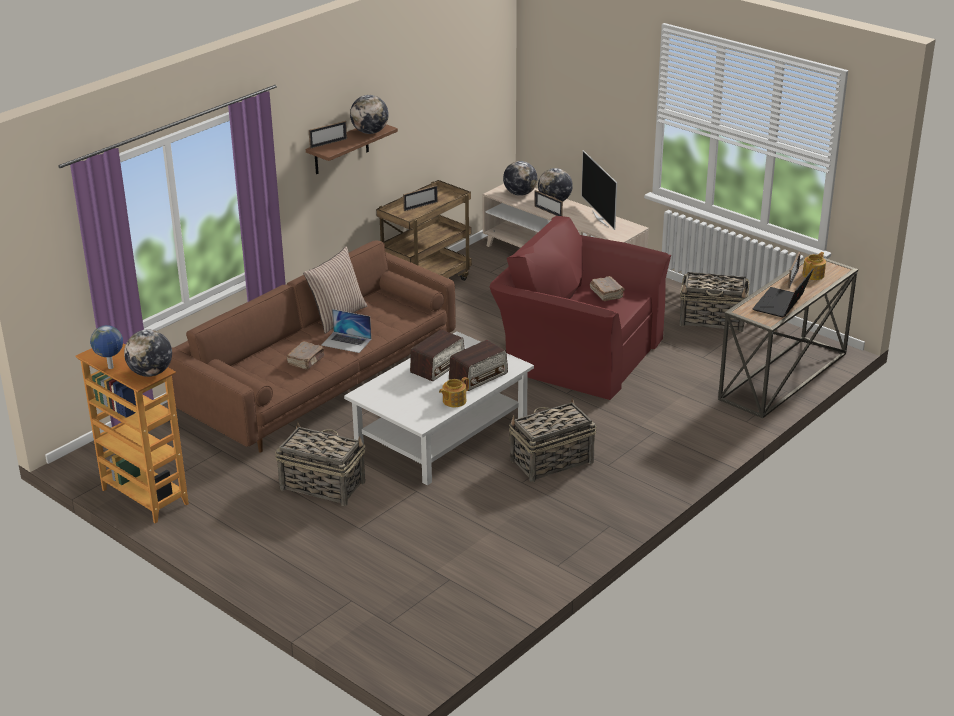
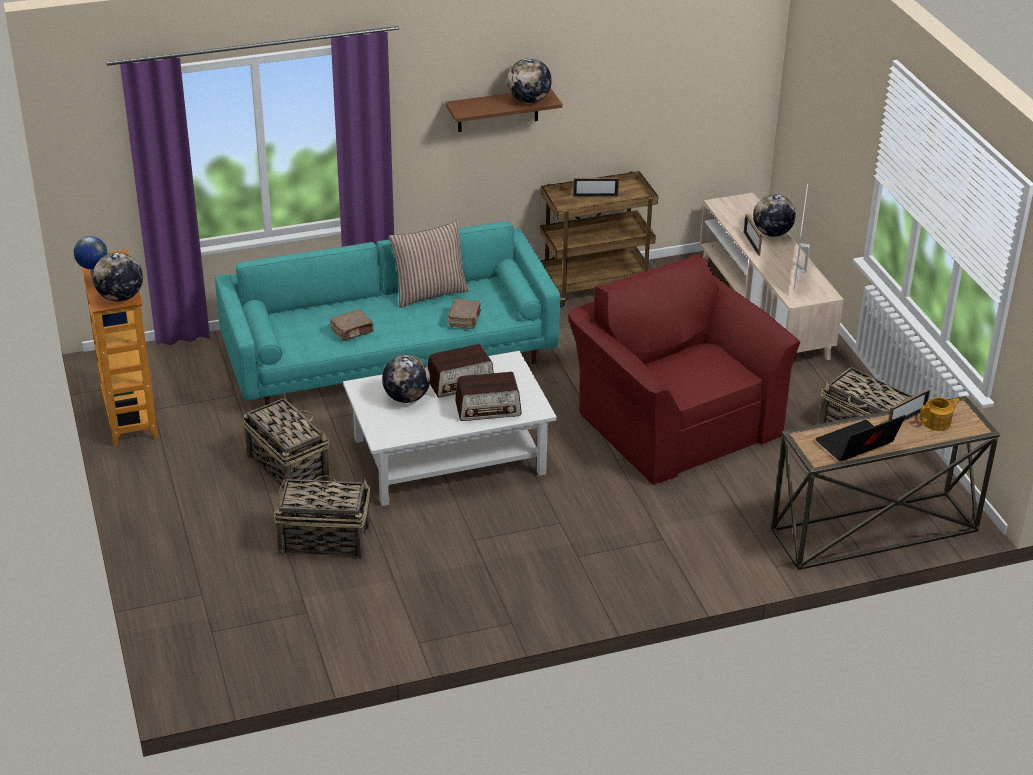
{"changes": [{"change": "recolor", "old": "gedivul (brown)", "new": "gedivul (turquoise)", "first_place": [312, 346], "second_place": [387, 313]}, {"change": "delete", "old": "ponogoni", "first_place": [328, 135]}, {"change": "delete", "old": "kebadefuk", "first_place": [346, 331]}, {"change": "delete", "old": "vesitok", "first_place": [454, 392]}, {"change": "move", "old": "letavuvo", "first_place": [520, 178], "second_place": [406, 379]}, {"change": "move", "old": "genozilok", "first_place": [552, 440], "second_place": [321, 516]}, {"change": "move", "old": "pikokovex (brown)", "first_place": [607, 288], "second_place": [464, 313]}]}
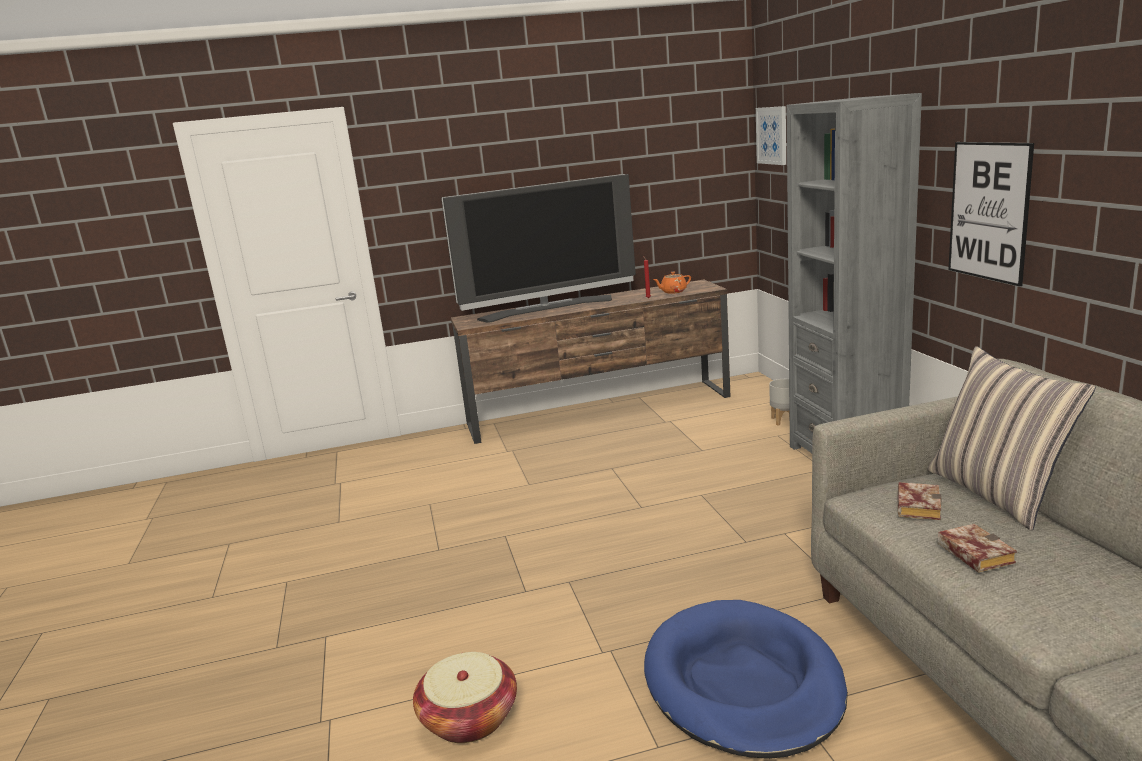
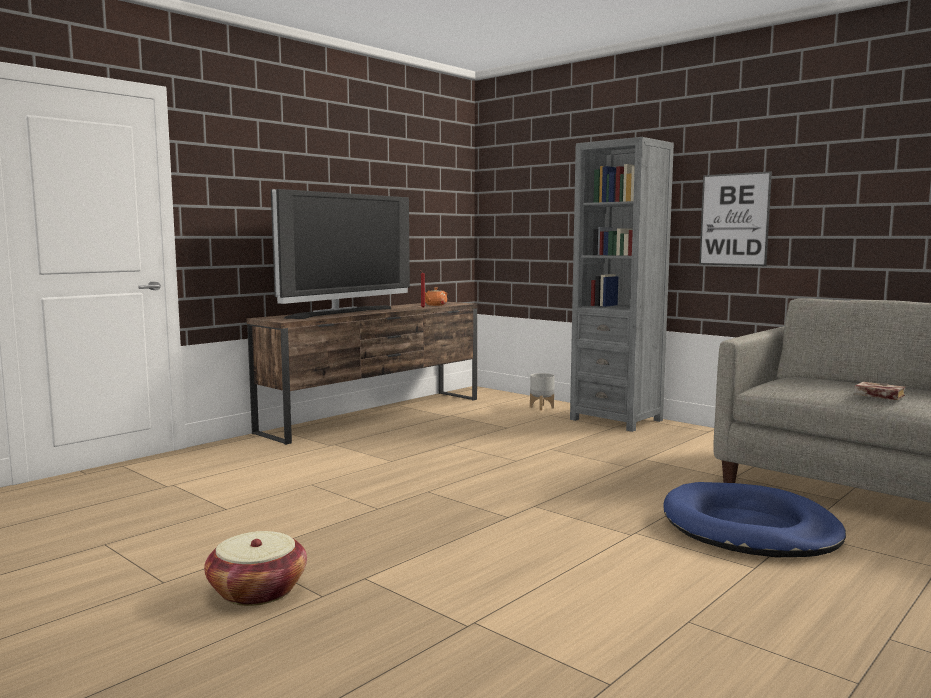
{"changes": [{"change": "move", "old": "genozilok", "first_place": [465, 697], "second_place": [255, 568]}, {"change": "delete", "old": "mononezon", "first_place": [771, 135]}, {"change": "delete", "old": "pikokovex", "first_place": [920, 501]}, {"change": "delete", "old": "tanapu", "first_place": [1012, 438]}]}
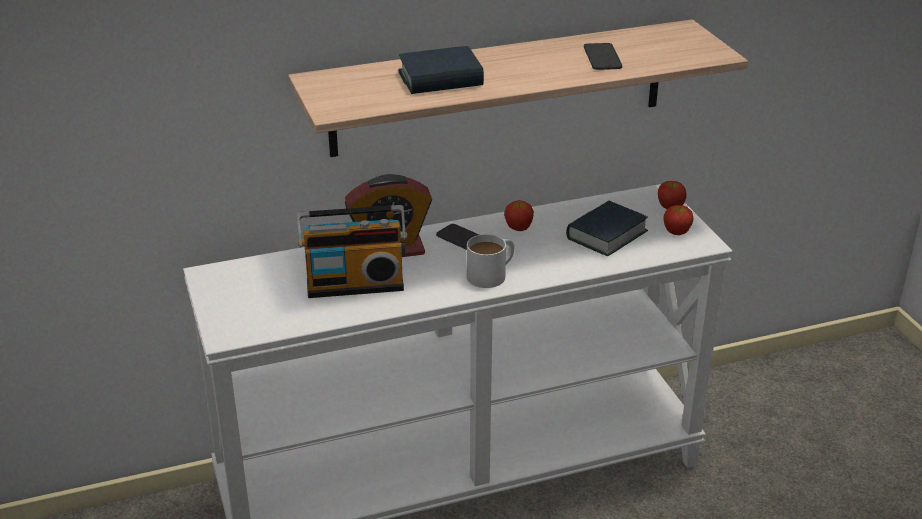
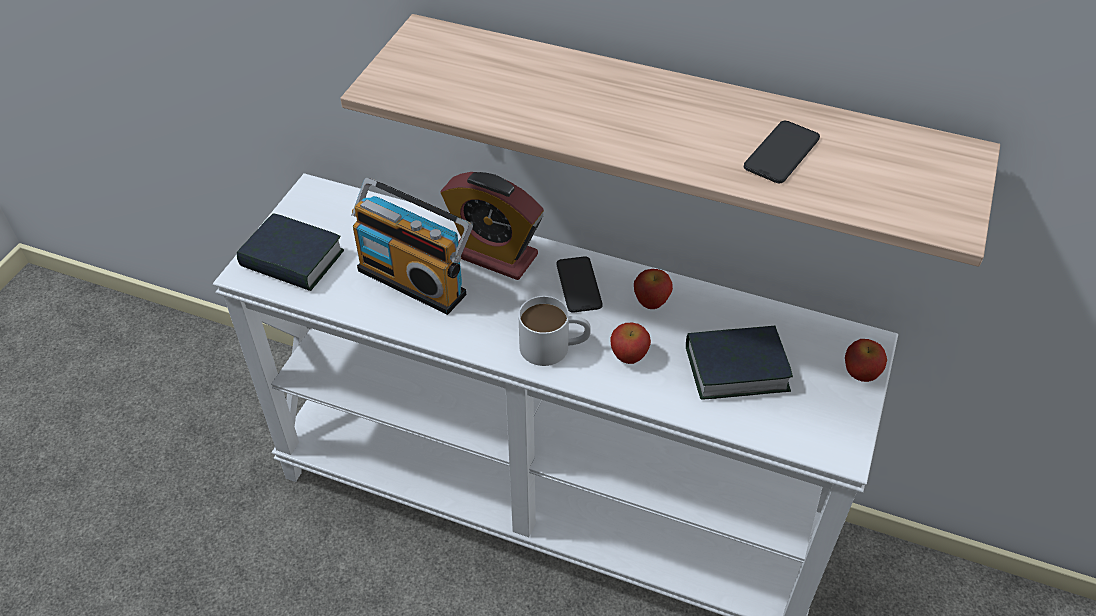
{"changes": [{"change": "move", "old": "pikokovex", "first_place": [441, 70], "second_place": [290, 252]}, {"change": "move", "old": "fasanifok", "first_place": [678, 220], "second_place": [630, 343]}]}
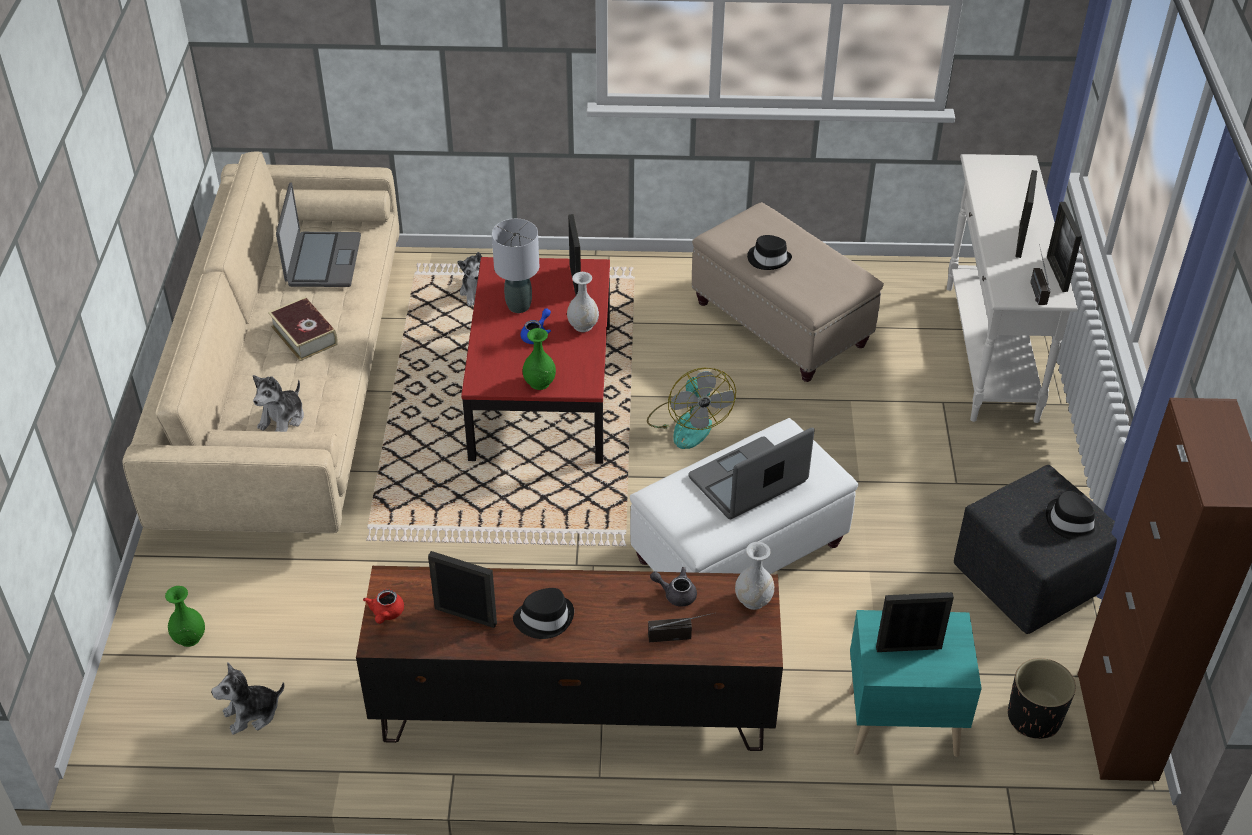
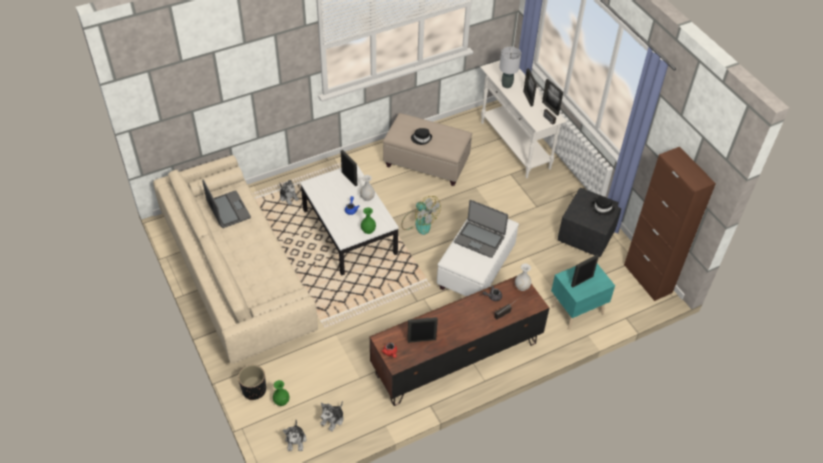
{"changes": [{"change": "move", "old": "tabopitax", "first_place": [278, 403], "second_place": [294, 435]}, {"change": "delete", "old": "pikokovex", "first_place": [302, 329]}, {"change": "recolor", "old": "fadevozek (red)", "new": "fadevozek (white)", "first_place": [535, 360], "second_place": [349, 219]}, {"change": "move", "old": "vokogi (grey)", "first_place": [515, 266], "second_place": [510, 67]}, {"change": "delete", "old": "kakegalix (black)", "first_place": [543, 613]}, {"change": "rotate", "old": "kebadefuk", "first_place": [751, 473], "second_place": [481, 229], "degrees": -90}, {"change": "move", "old": "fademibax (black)", "first_place": [1042, 698], "second_place": [252, 382]}]}
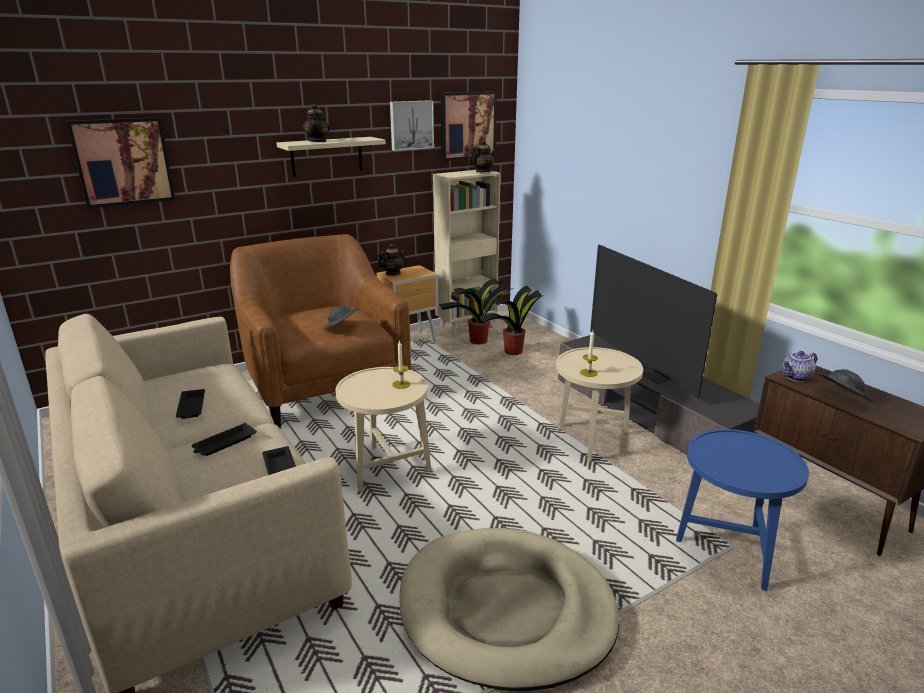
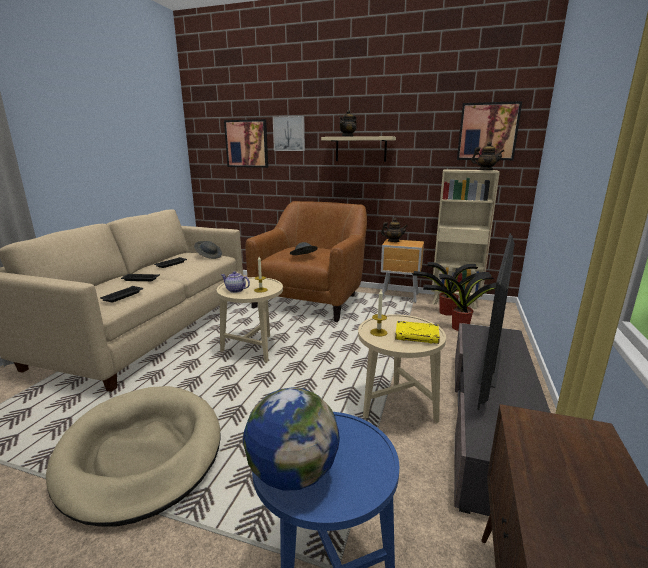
{"changes": [{"change": "move", "old": "mononezon", "first_place": [412, 125], "second_place": [289, 133]}, {"change": "move", "old": "vesitok", "first_place": [799, 366], "second_place": [235, 282]}, {"change": "move", "old": "kakegalix (grey)", "first_place": [844, 385], "second_place": [208, 250]}, {"change": "insert", "new": "letavuvo", "second_place": [291, 439]}, {"change": "insert", "new": "pikokovex (yellow)", "second_place": [417, 332]}]}
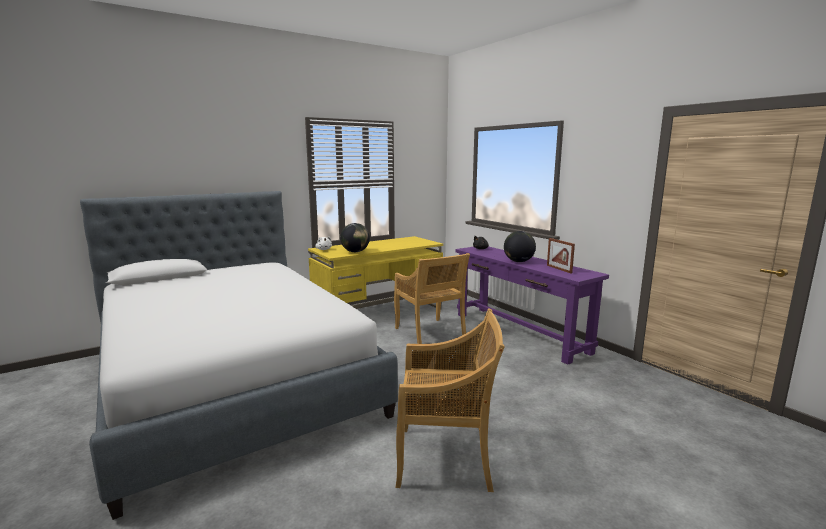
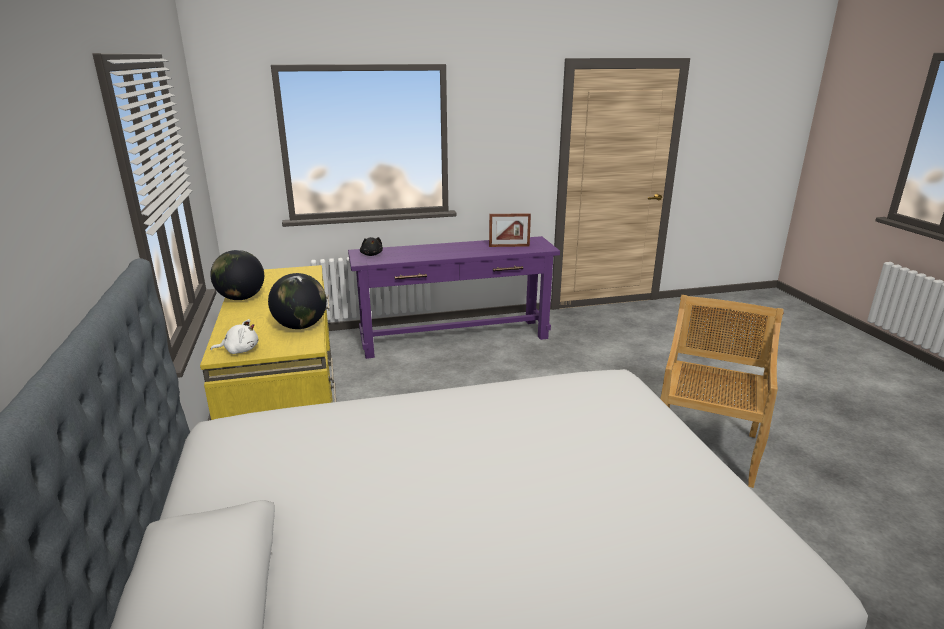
{"changes": [{"change": "delete", "old": "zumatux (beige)", "first_place": [432, 298]}, {"change": "move", "old": "letavuvo", "first_place": [520, 246], "second_place": [237, 275]}]}
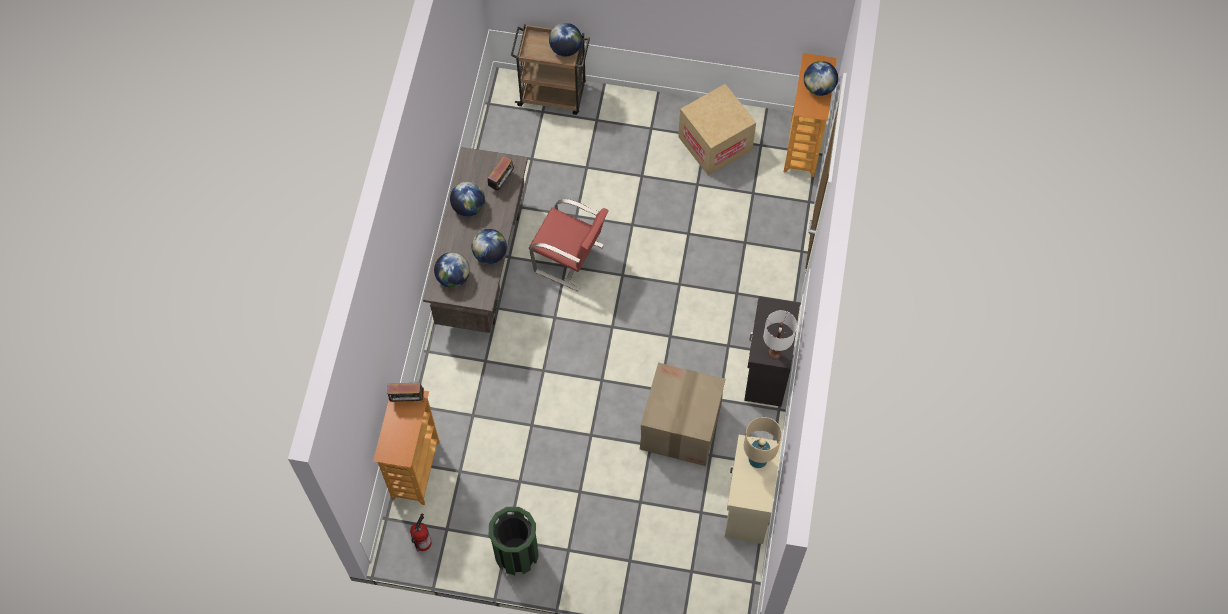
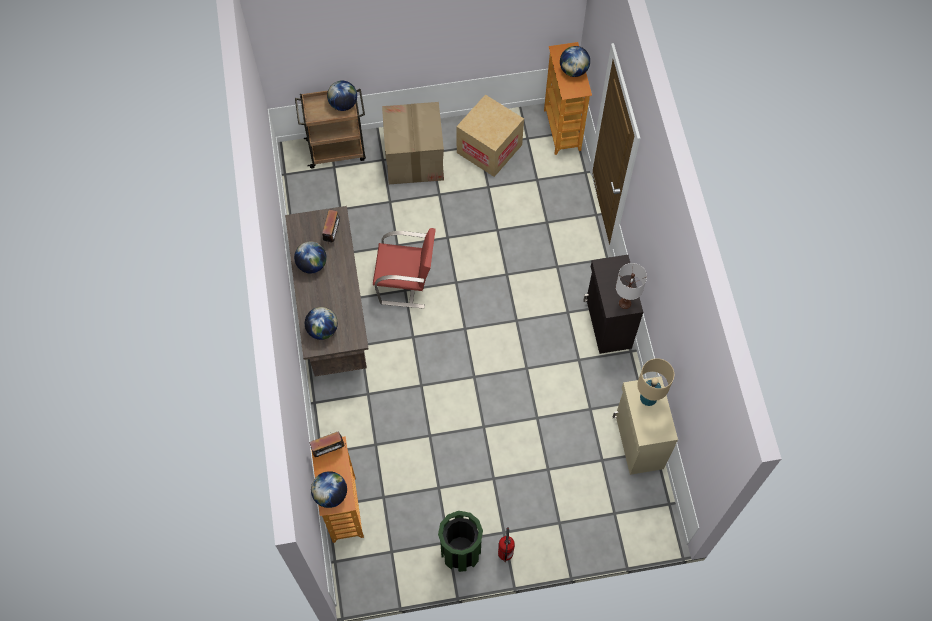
{"changes": [{"change": "move", "old": "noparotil", "first_place": [420, 532], "second_place": [506, 545]}, {"change": "move", "old": "letavuvo", "first_place": [489, 246], "second_place": [329, 489]}, {"change": "move", "old": "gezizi", "first_place": [683, 414], "second_place": [413, 143]}]}
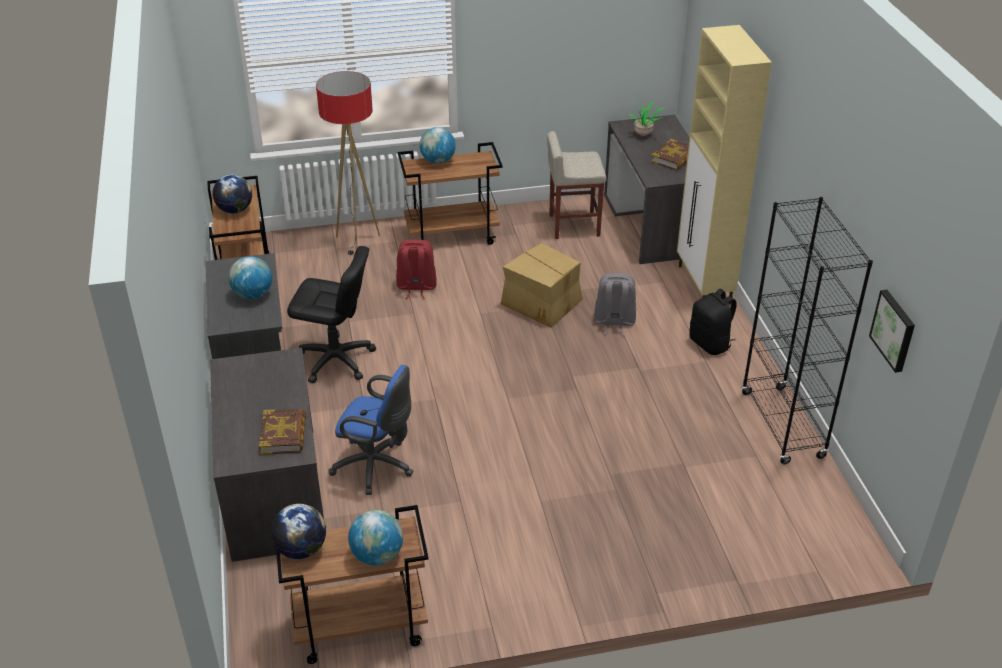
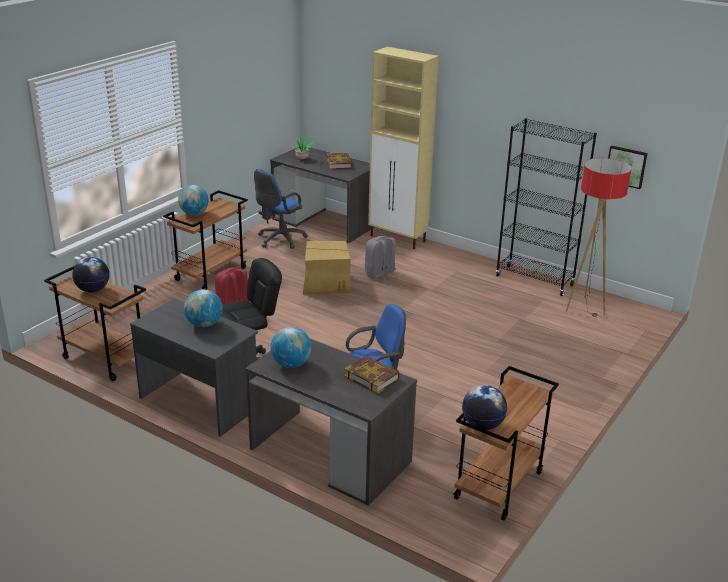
{"changes": [{"change": "move", "old": "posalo", "first_place": [348, 163], "second_place": [599, 237]}, {"change": "move", "old": "letavuvo", "first_place": [375, 537], "second_place": [291, 347]}, {"change": "replace", "old": "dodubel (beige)", "new": "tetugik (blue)", "first_place": [577, 185], "second_place": [281, 209]}, {"change": "delete", "old": "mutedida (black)", "first_place": [713, 322]}]}
